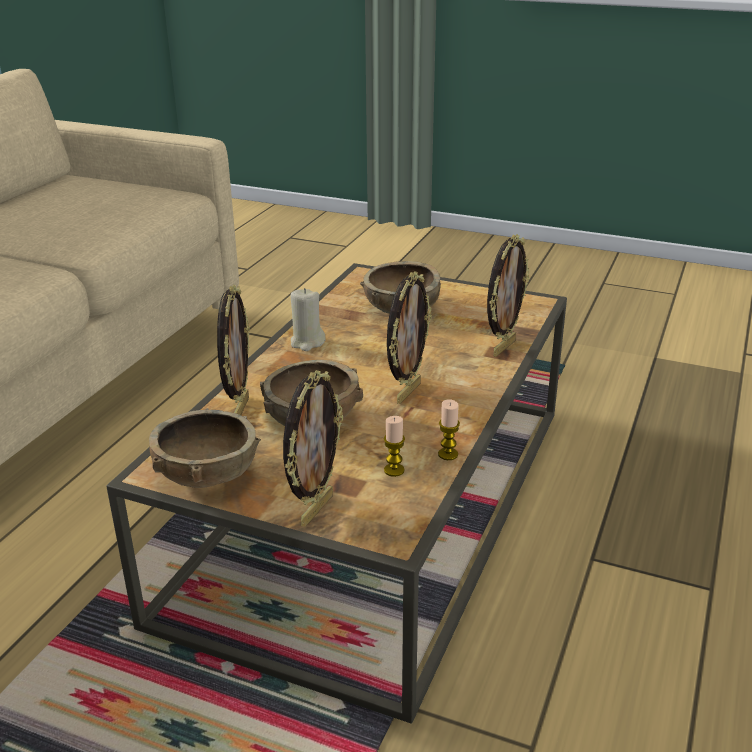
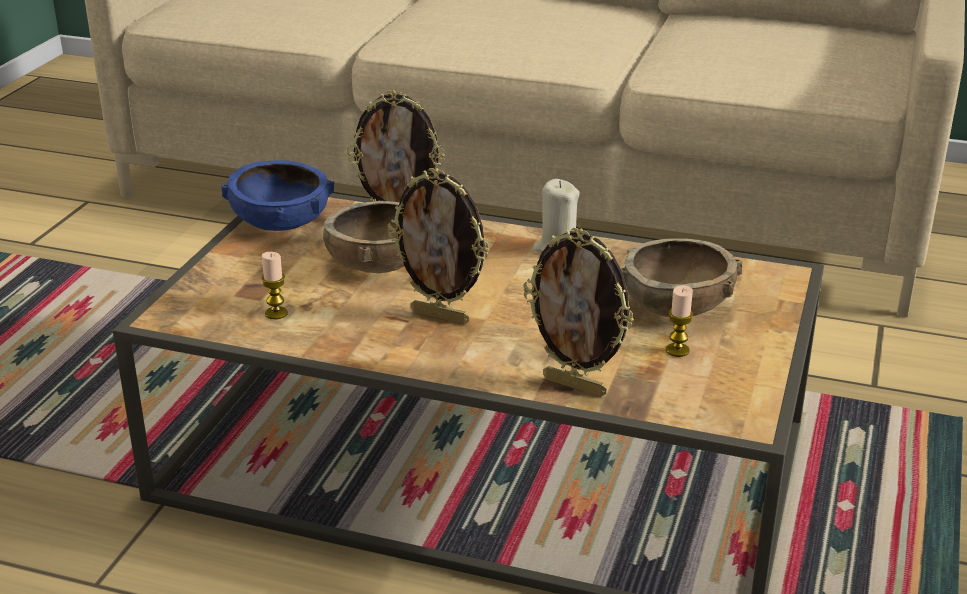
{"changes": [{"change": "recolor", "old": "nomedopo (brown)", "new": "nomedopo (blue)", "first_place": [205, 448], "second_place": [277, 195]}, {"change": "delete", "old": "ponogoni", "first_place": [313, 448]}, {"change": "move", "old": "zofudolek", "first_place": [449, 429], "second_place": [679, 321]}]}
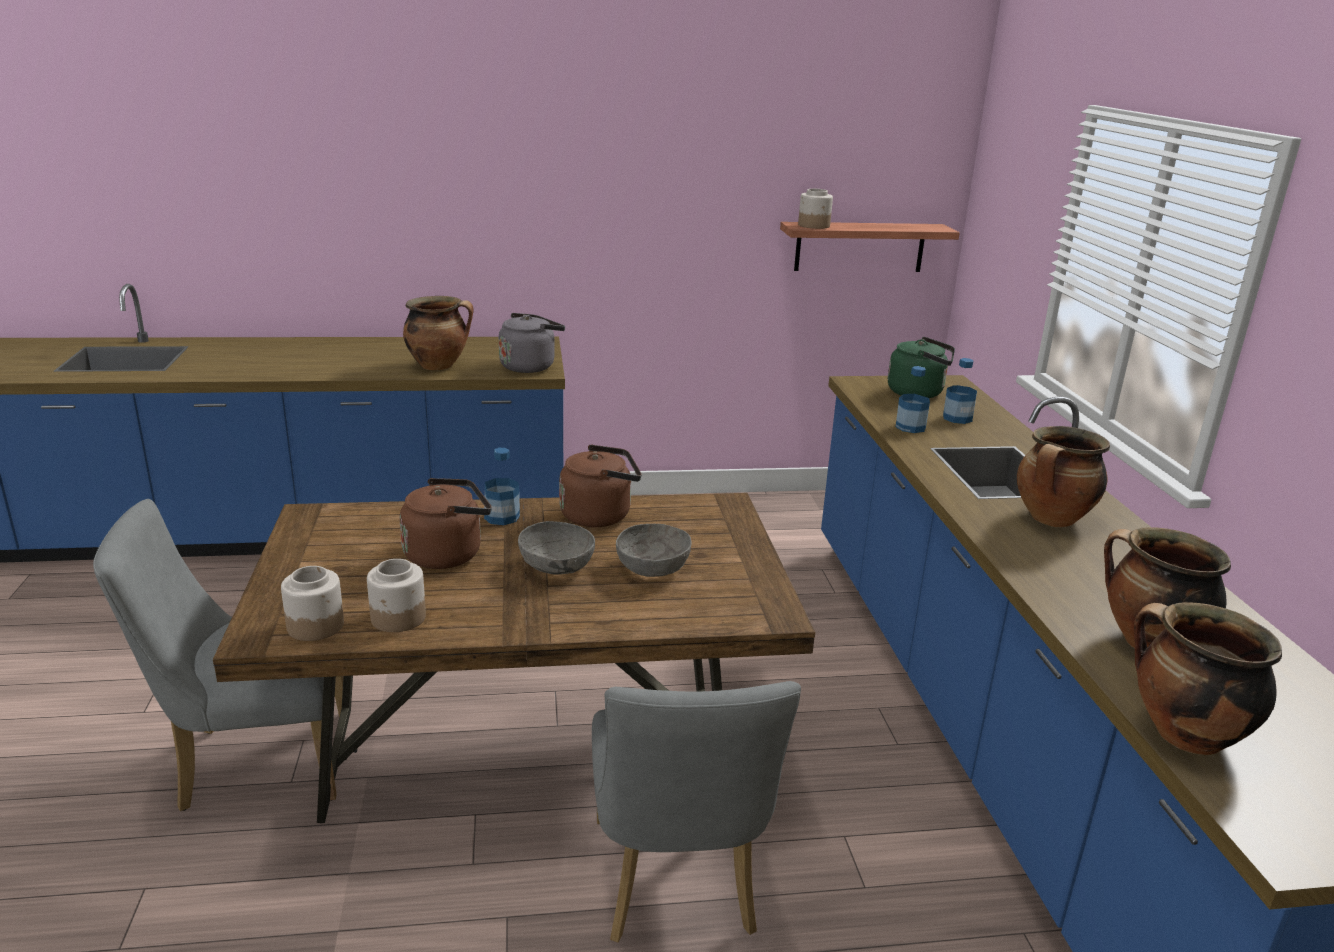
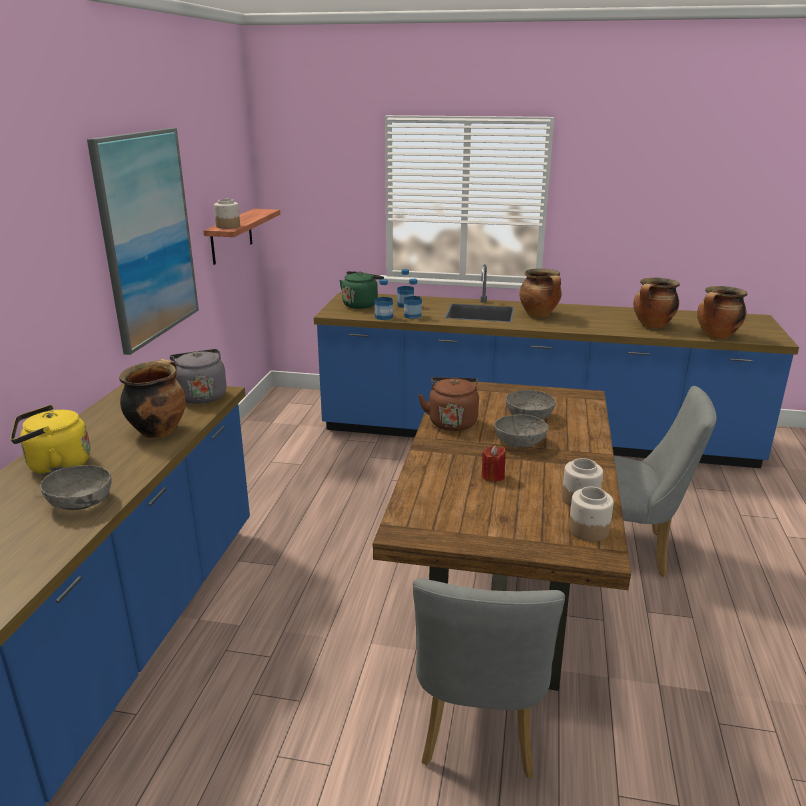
{"changes": [{"change": "replace", "old": "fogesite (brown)", "new": "zofudolek (red)", "first_place": [446, 523], "second_place": [494, 463]}, {"change": "move", "old": "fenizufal", "first_place": [502, 486], "second_place": [384, 299]}, {"change": "insert", "new": "fogesite (yellow)", "second_place": [51, 440]}, {"change": "insert", "new": "nomedopo (grey)", "second_place": [75, 487]}, {"change": "insert", "new": "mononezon", "second_place": [143, 241]}]}
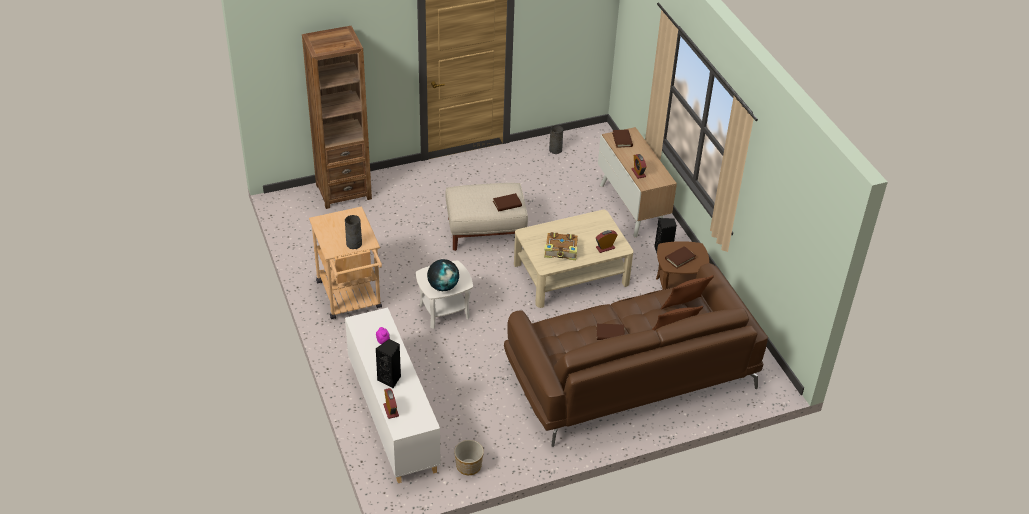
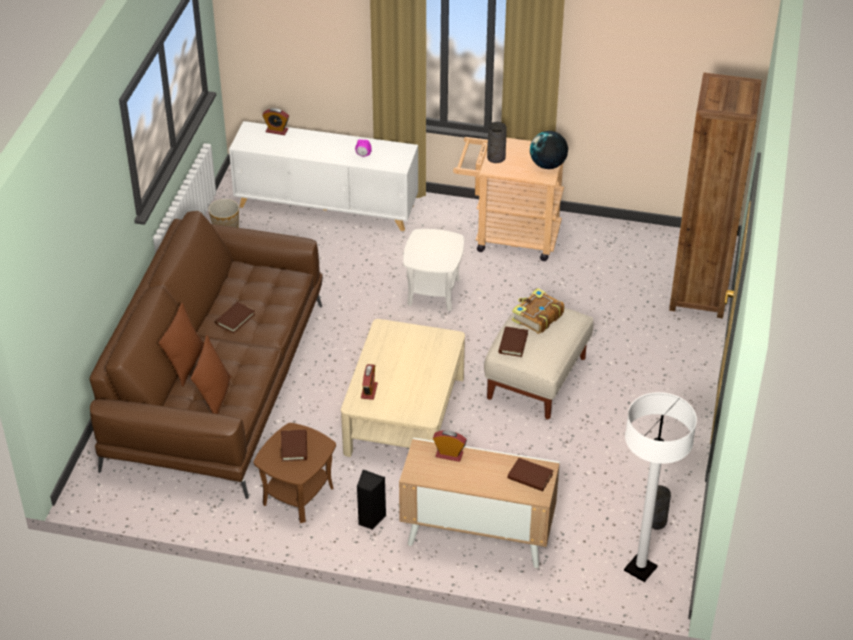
{"changes": [{"change": "delete", "old": "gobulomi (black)", "first_place": [388, 363]}, {"change": "move", "old": "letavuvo", "first_place": [443, 275], "second_place": [549, 150]}, {"change": "move", "old": "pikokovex", "first_place": [561, 246], "second_place": [538, 311]}, {"change": "insert", "new": "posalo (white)", "second_place": [660, 487]}]}
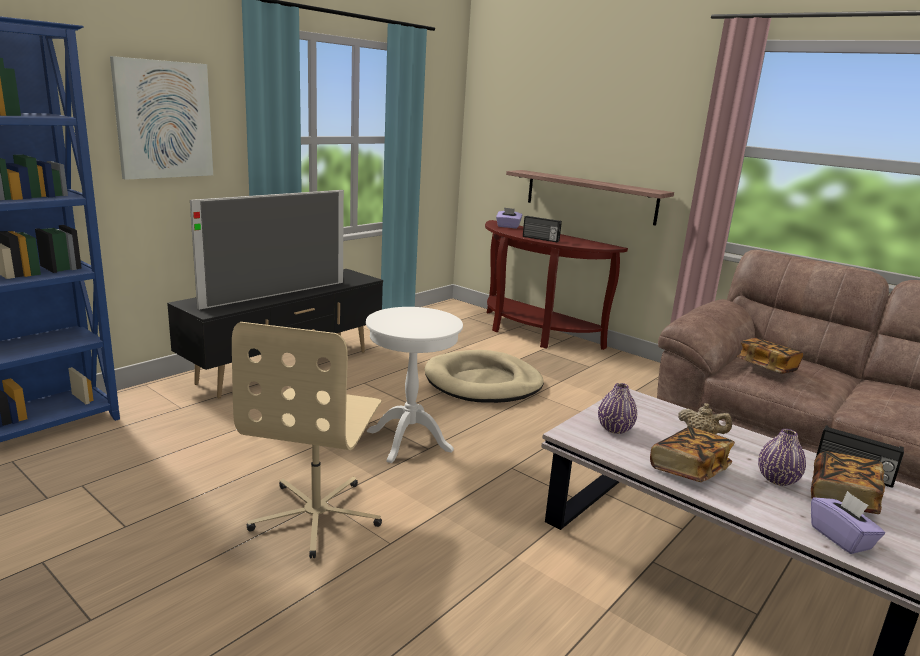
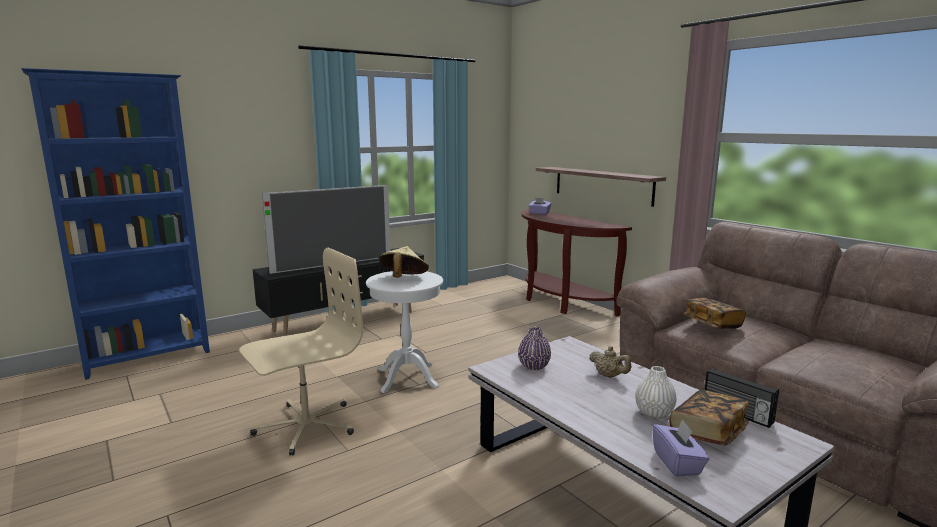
{"changes": [{"change": "delete", "old": "mononezon", "first_place": [161, 118]}, {"change": "rotate", "old": "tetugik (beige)", "first_place": [307, 440], "second_place": [301, 351], "degrees": -150}, {"change": "delete", "old": "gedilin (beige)", "first_place": [484, 376]}, {"change": "delete", "old": "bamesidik", "first_place": [542, 229]}, {"change": "delete", "old": "pikokovex", "first_place": [692, 454]}, {"change": "recolor", "old": "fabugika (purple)", "new": "fabugika (white)", "first_place": [782, 457], "second_place": [656, 392]}, {"change": "insert", "new": "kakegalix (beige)", "second_place": [403, 262]}]}
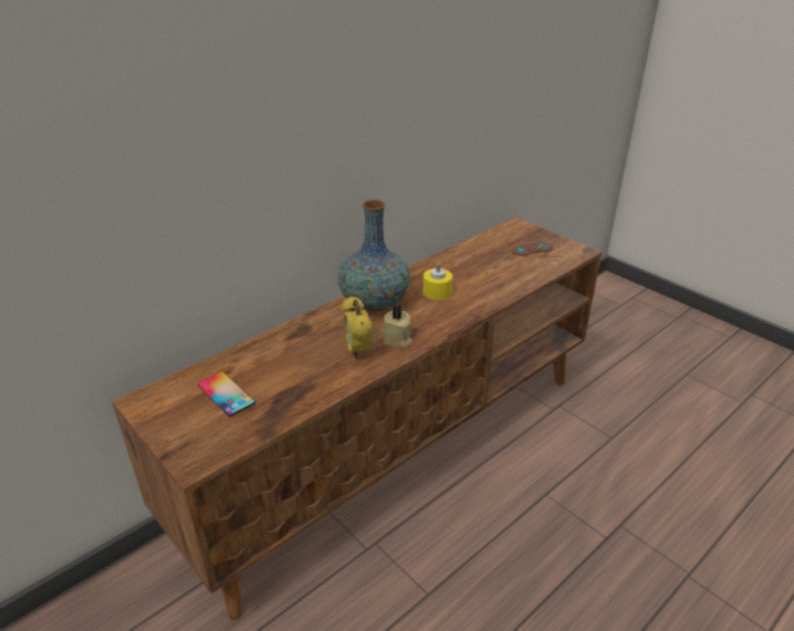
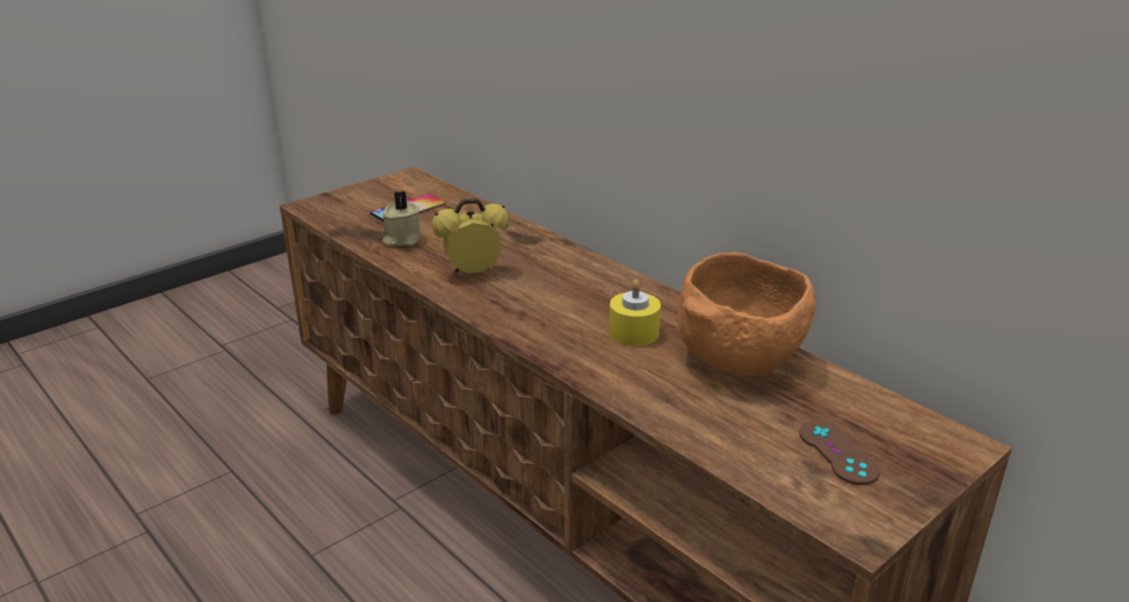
{"changes": [{"change": "delete", "old": "fabugika", "first_place": [374, 255]}, {"change": "move", "old": "zofudolek (beige)", "first_place": [397, 326], "second_place": [402, 219]}, {"change": "insert", "new": "nomedopo (orange)", "second_place": [747, 314]}]}
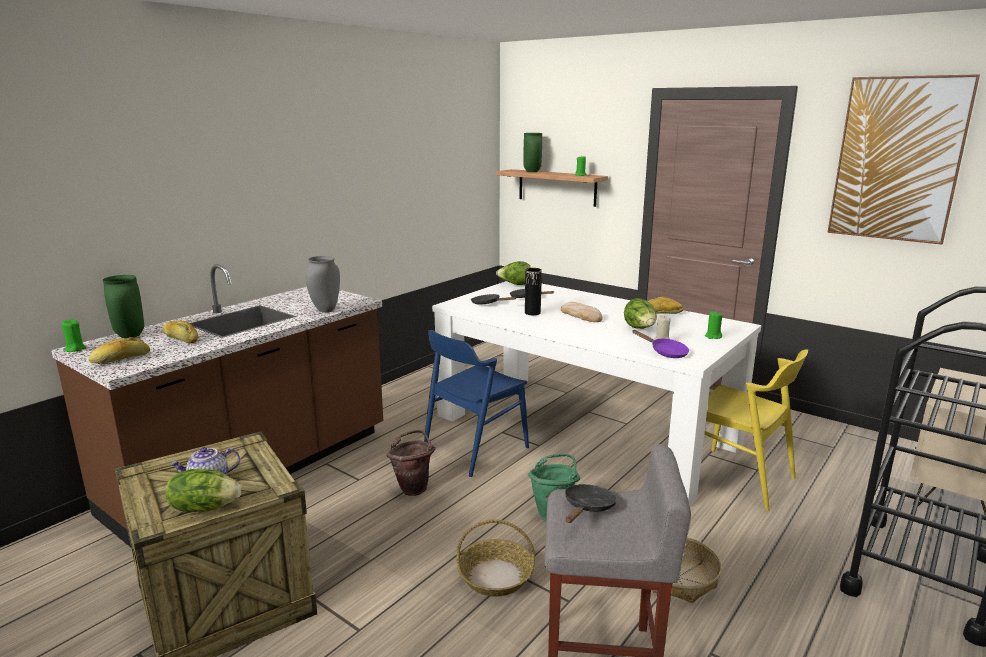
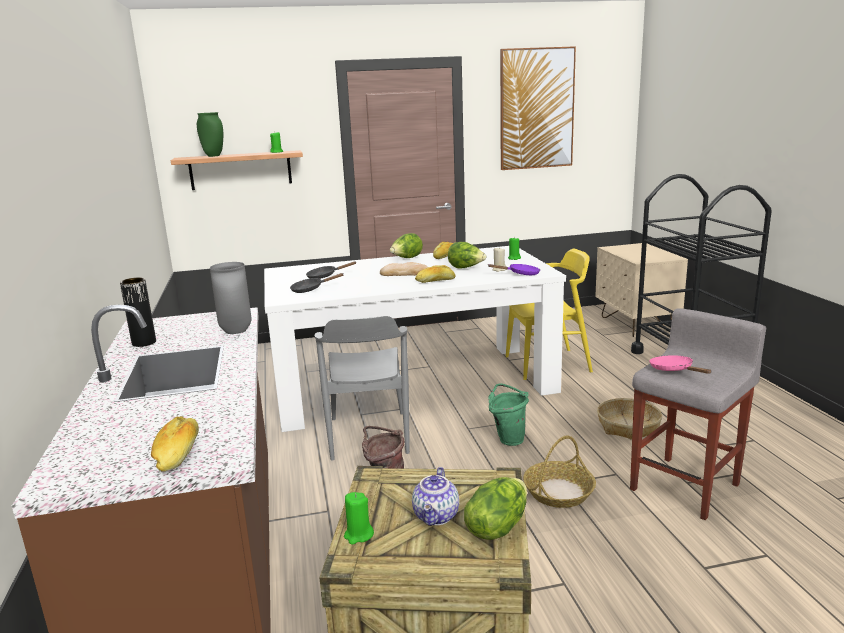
{"changes": [{"change": "move", "old": "zofudolek (green)", "first_place": [73, 335], "second_place": [359, 518]}, {"change": "delete", "old": "fabugika (green)", "first_place": [123, 306]}, {"change": "move", "old": "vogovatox", "first_place": [180, 332], "second_place": [435, 274]}, {"change": "recolor", "old": "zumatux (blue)", "new": "zumatux (grey)", "first_place": [476, 403], "second_place": [362, 388]}, {"change": "move", "old": "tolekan", "first_place": [513, 273], "second_place": [406, 245]}, {"change": "move", "old": "fabugika (black)", "first_place": [533, 291], "second_place": [138, 312]}, {"change": "recolor", "old": "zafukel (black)", "new": "zafukel (pink)", "first_place": [591, 503], "second_place": [680, 364]}]}
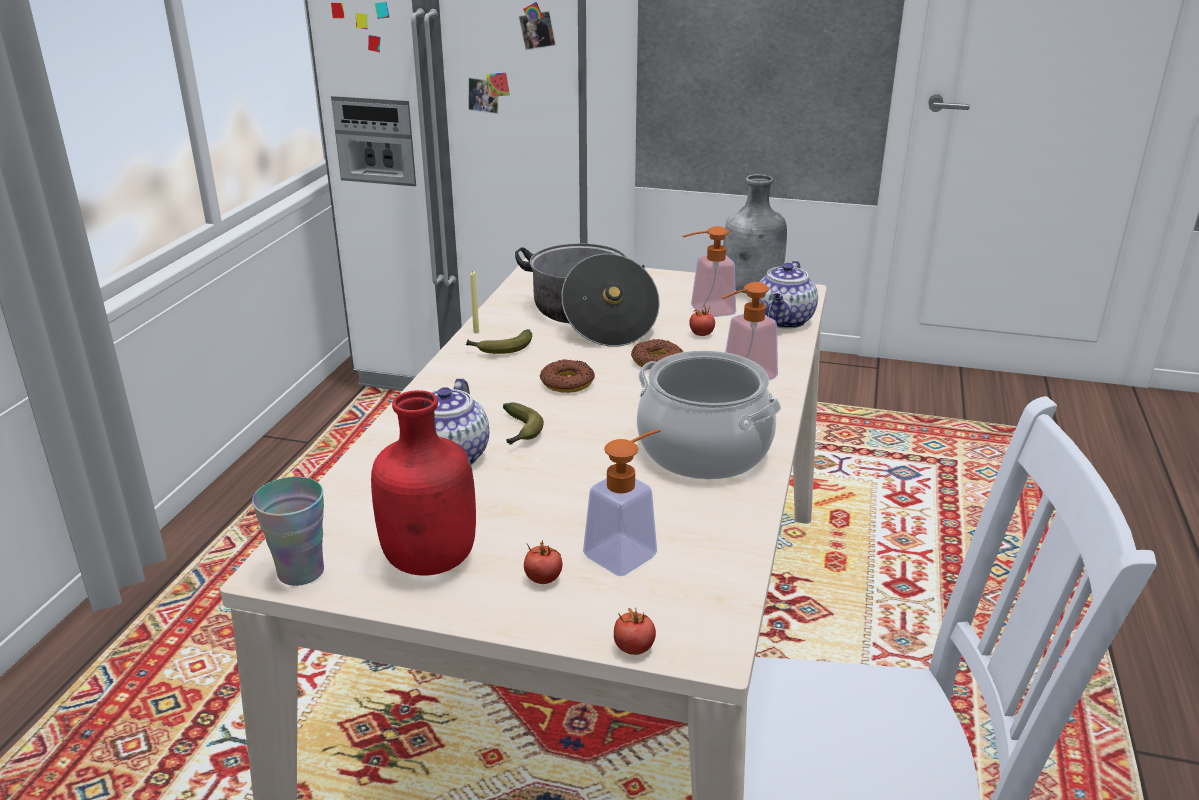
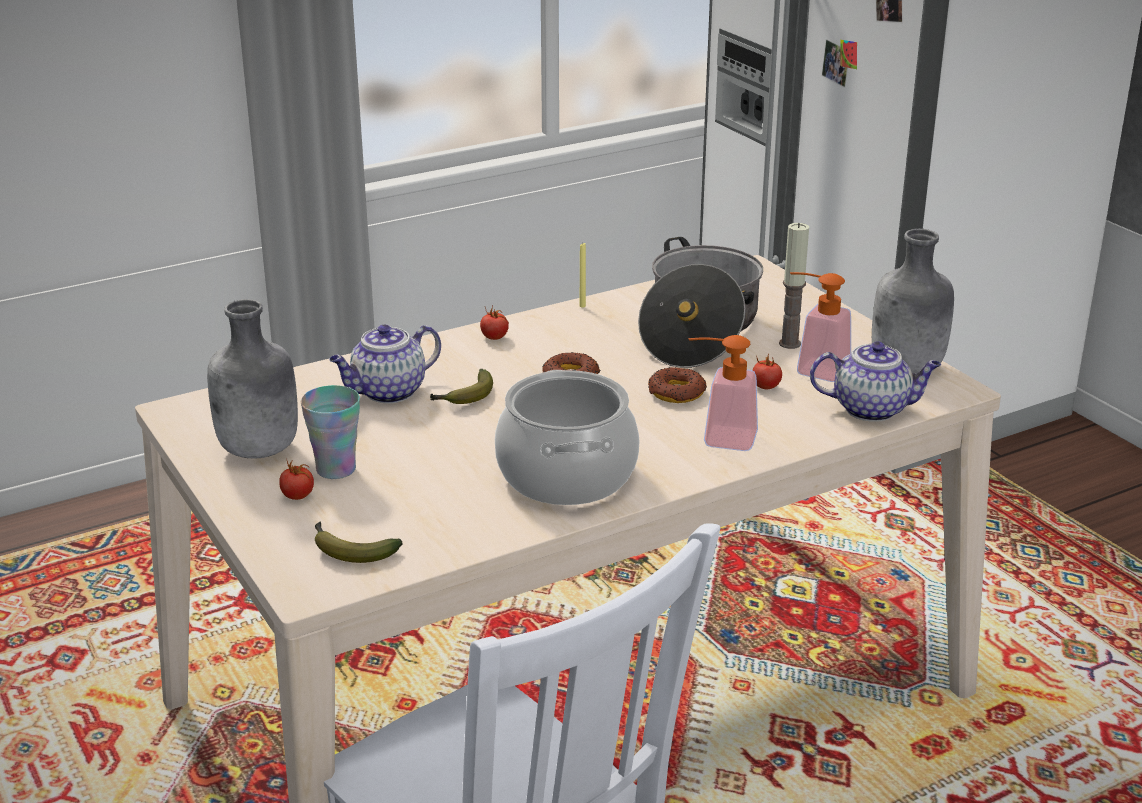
{"changes": [{"change": "move", "old": "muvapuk", "first_place": [288, 531], "second_place": [330, 432]}, {"change": "recolor", "old": "fenizufal (red)", "new": "fenizufal (grey)", "first_place": [423, 483], "second_place": [252, 379]}, {"change": "move", "old": "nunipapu", "first_place": [498, 341], "second_place": [359, 542]}, {"change": "delete", "old": "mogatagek", "first_place": [622, 502]}, {"change": "move", "old": "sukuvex", "first_place": [635, 631], "second_place": [494, 323]}, {"change": "rotate", "old": "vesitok", "first_place": [788, 295], "second_place": [875, 381], "degrees": -150}, {"change": "insert", "new": "zofudolek", "second_place": [794, 286]}]}
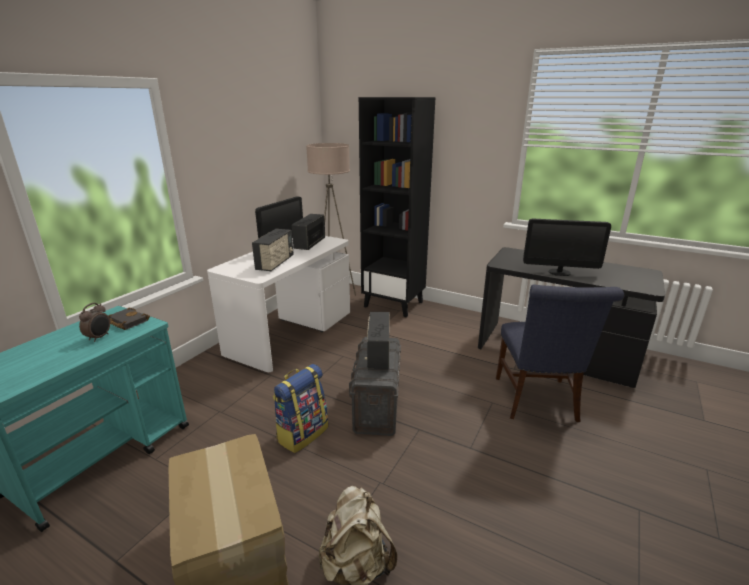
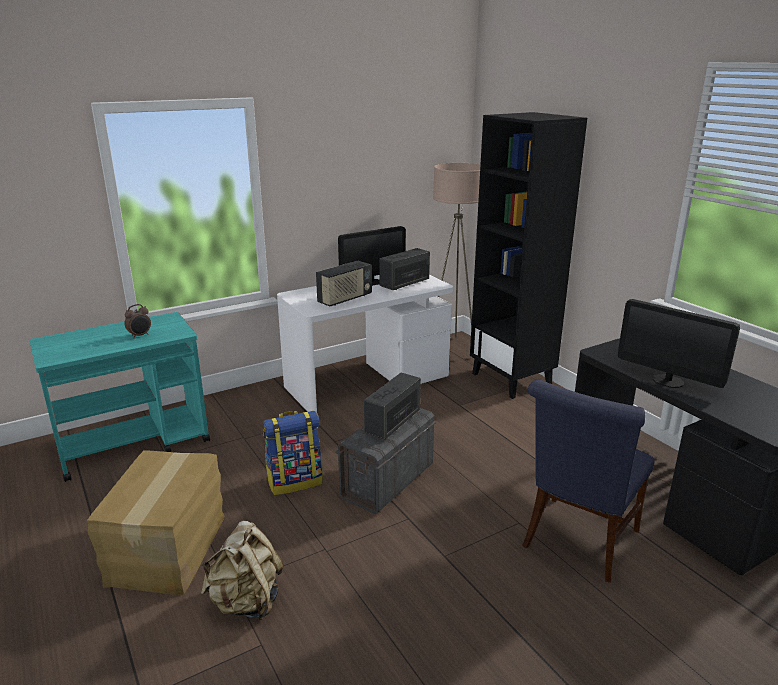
{"changes": [{"change": "delete", "old": "pikokovex (black)", "first_place": [129, 318]}]}
